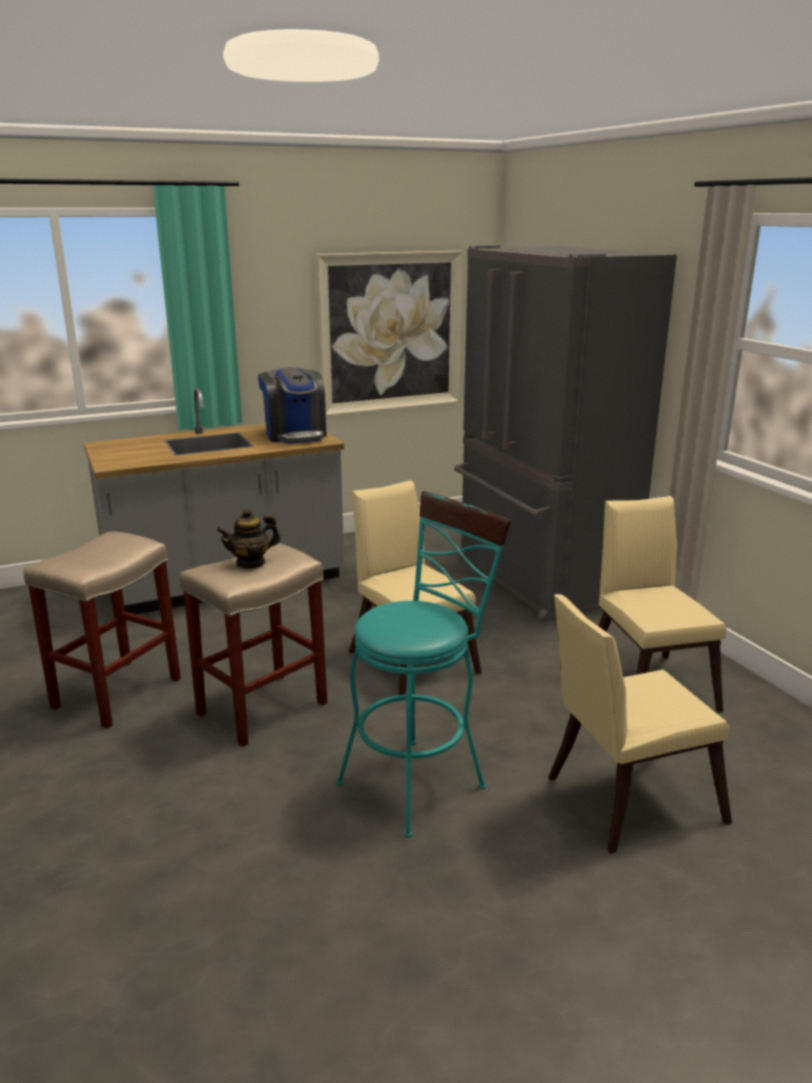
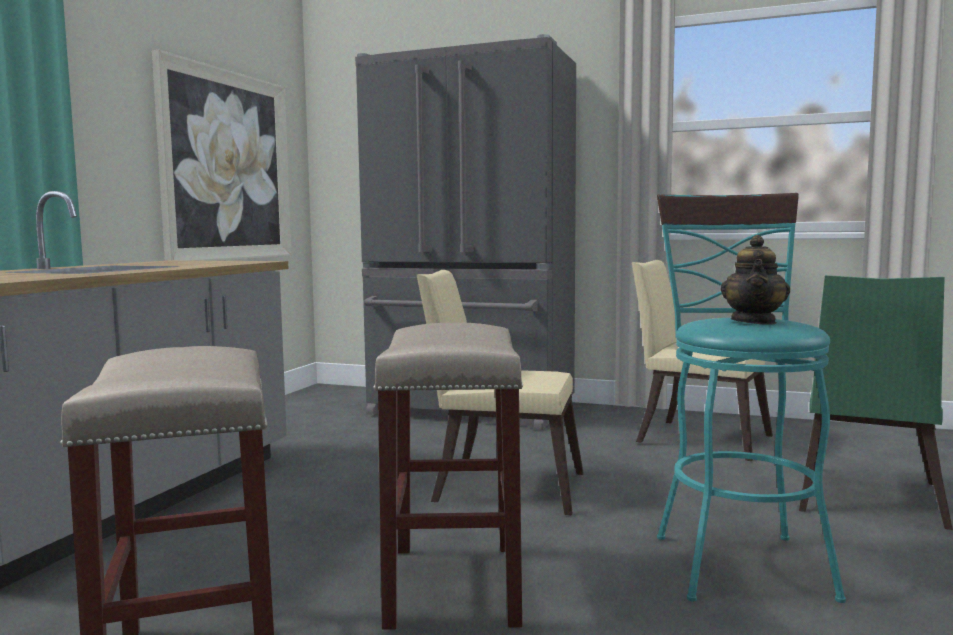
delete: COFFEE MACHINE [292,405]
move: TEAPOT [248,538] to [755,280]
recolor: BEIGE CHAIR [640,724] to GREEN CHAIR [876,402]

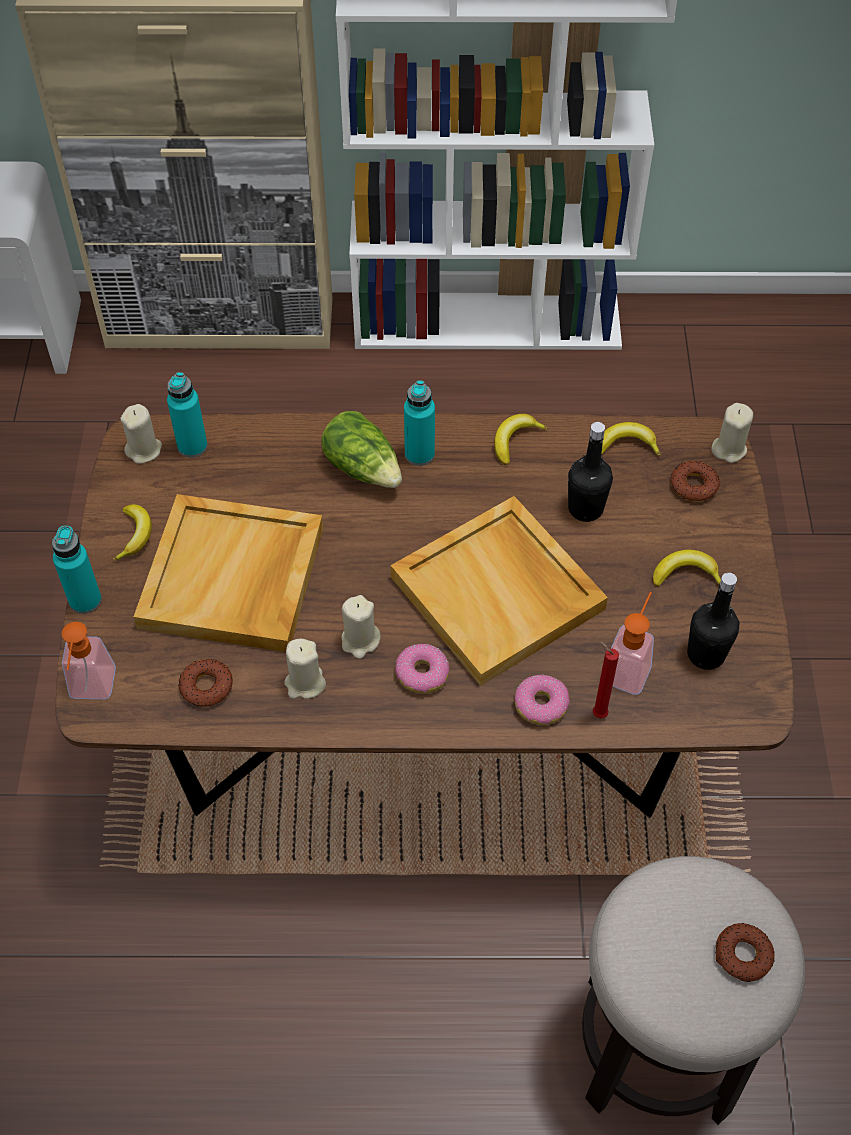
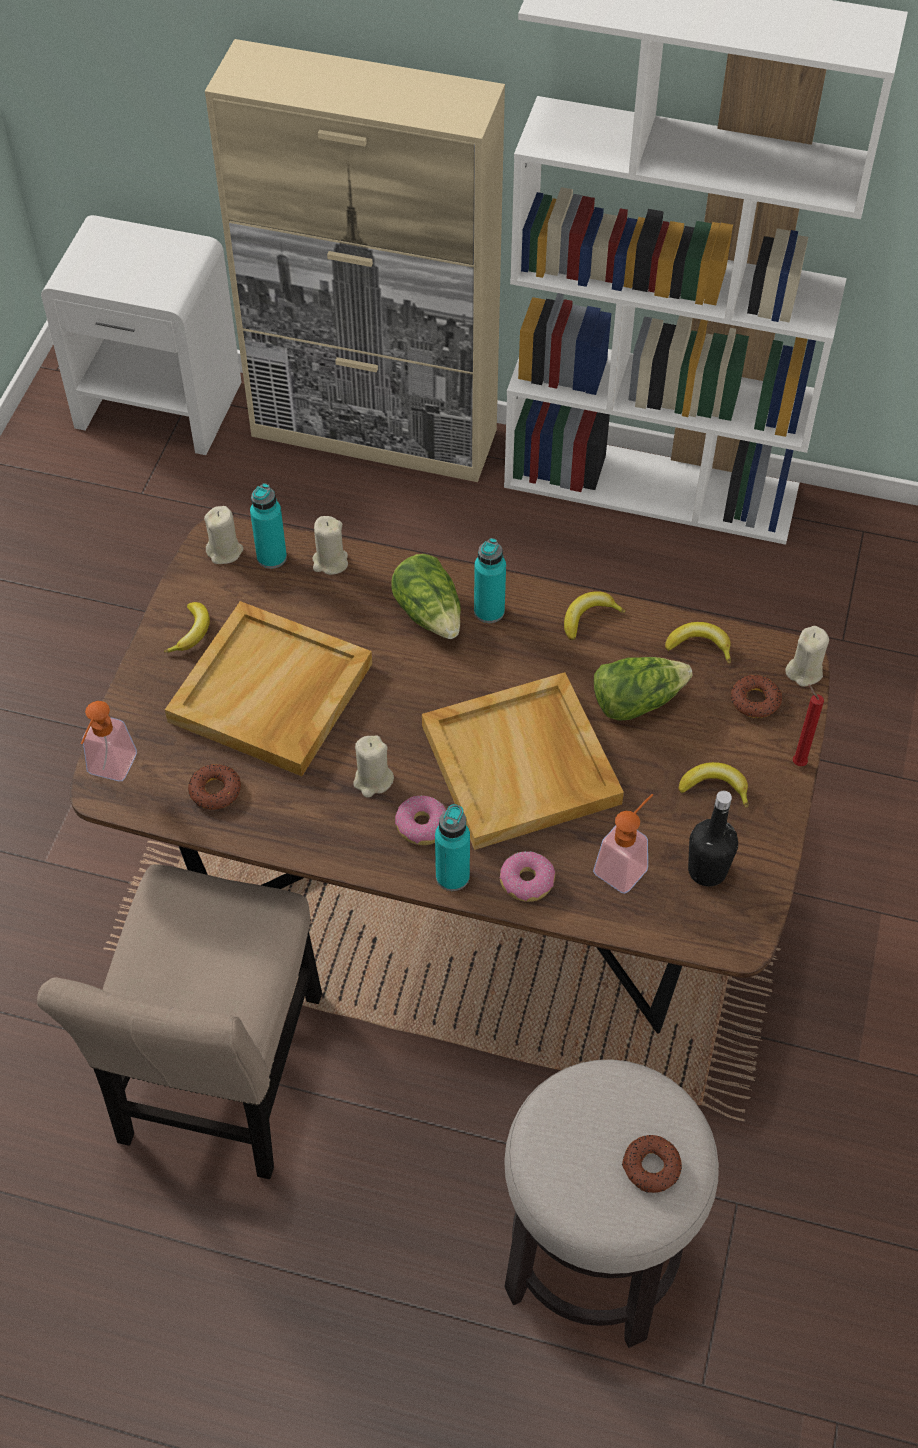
insert: BEIGE CHAIR [179,1021]
move: TURQUOISE BOTTLE [77,569] to [452,847]; BEIGE CANDLE [305,669] to [330,545]; RED CANDLE [605,679] to [808,725]
replace: BLACK BOTTLE [590,472] to LETTUCE [643,689]

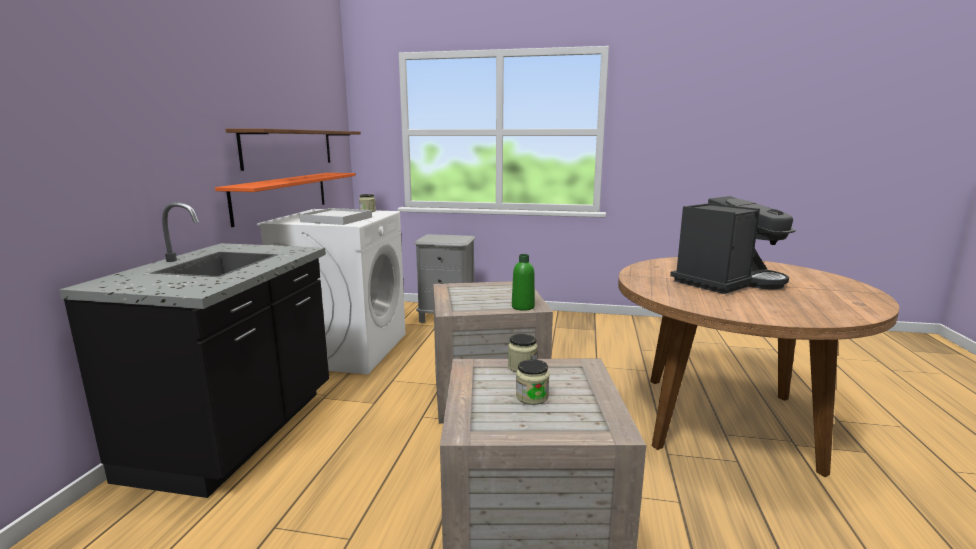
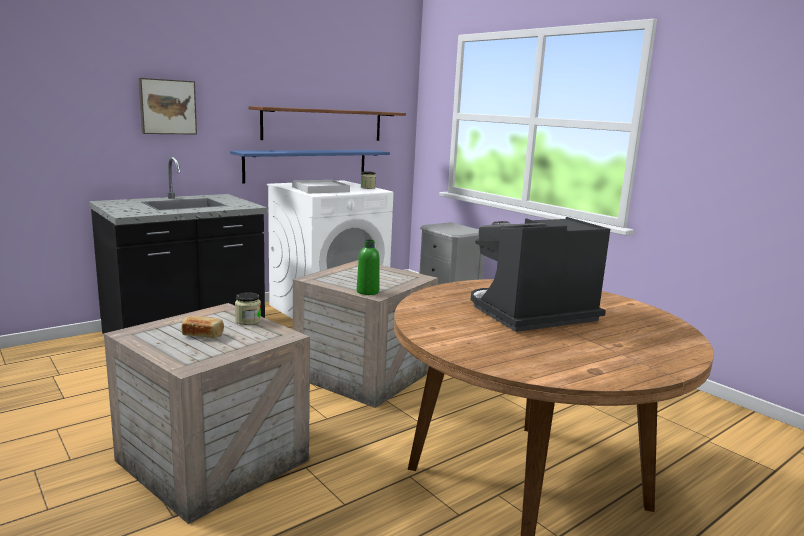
insert: PICTURE [167,106]
replace: JAR [532,382] to BREAD [203,327]
recolor: ORANGE SHELF [285,200] to BLUE SHELF [310,166]
rotate: COFFEE MACHINE [733,245] = [540,274] 150 degrees clockwise

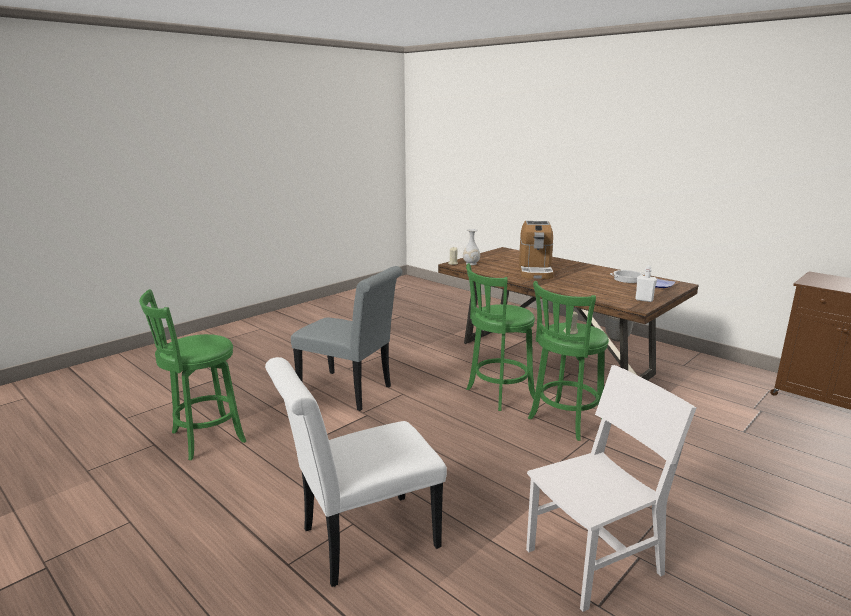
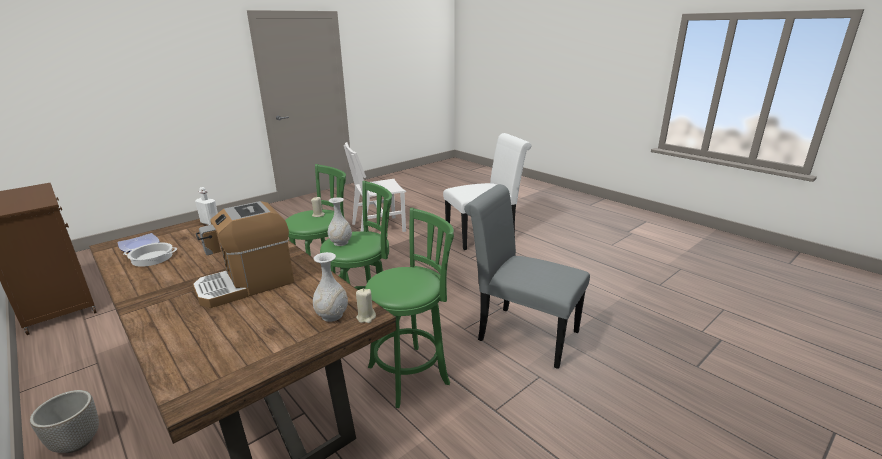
insert: WHITE VASE [340,221]
move: GREEN STOOL [192,374] to [409,308]
rotate: COFFEE MACHINE [536,250] = [243,254] 135 degrees counterclockwise

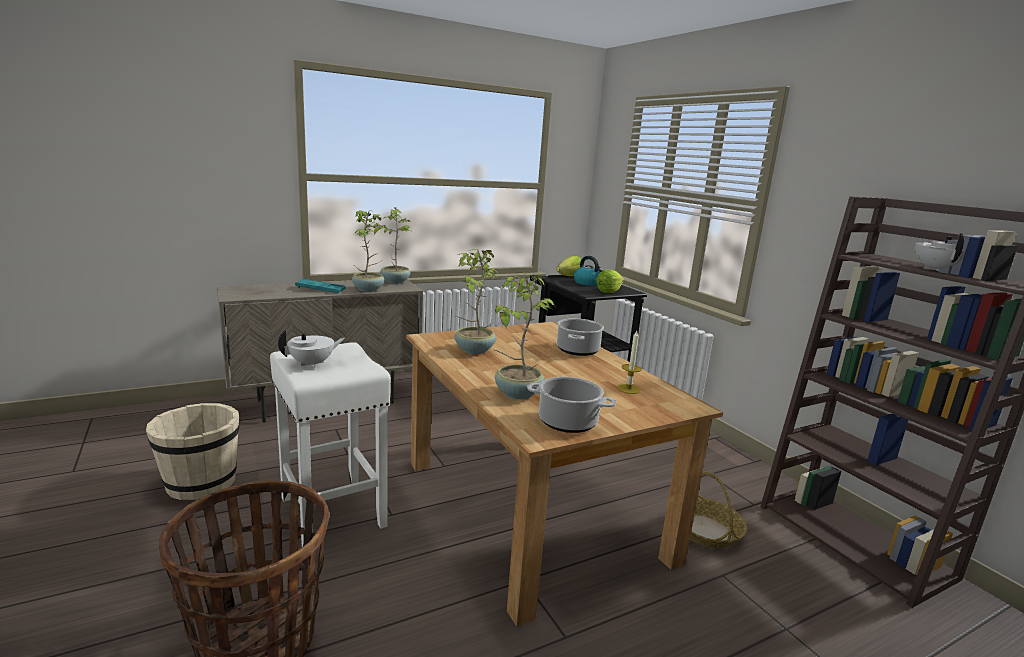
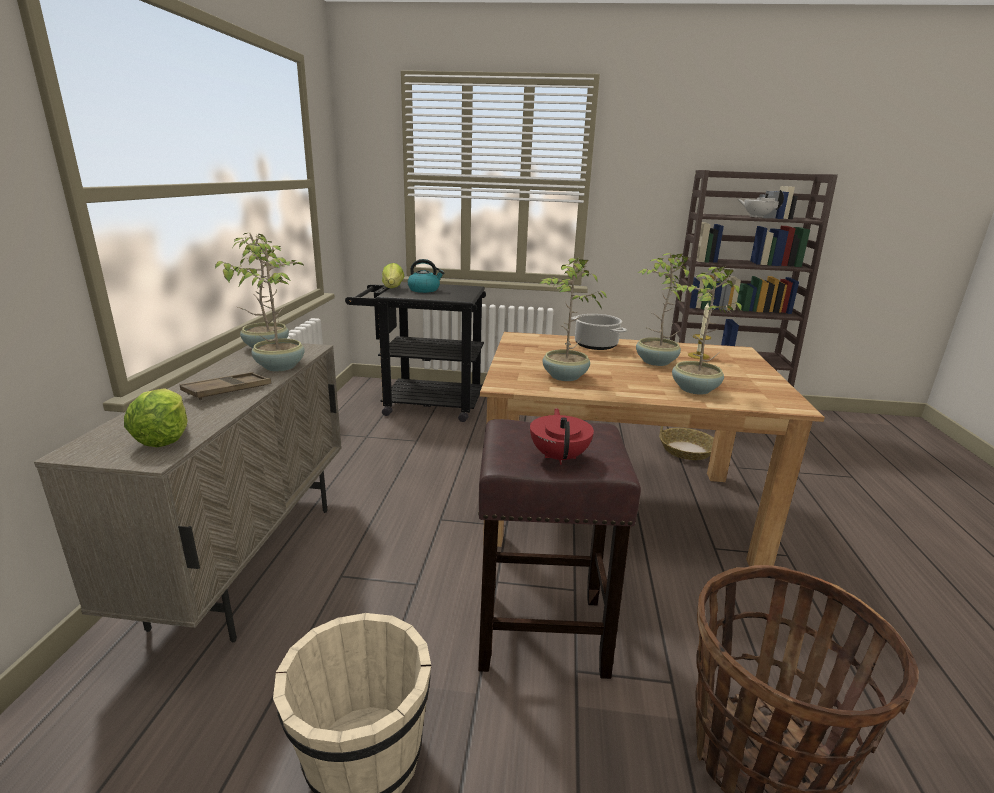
delete: COOKING POT [571,405]
insert: POTTED PLANT [662,309]
move: LETTUCE [610,281] to [156,417]
recolor: TURQUOISE TRAY [320,286] to BROWN TRAY [225,386]; WHITE TEAPOT [311,349] to RED TEAPOT [562,436]; WHITE STOOL [330,444] to BROWN STOOL [559,549]

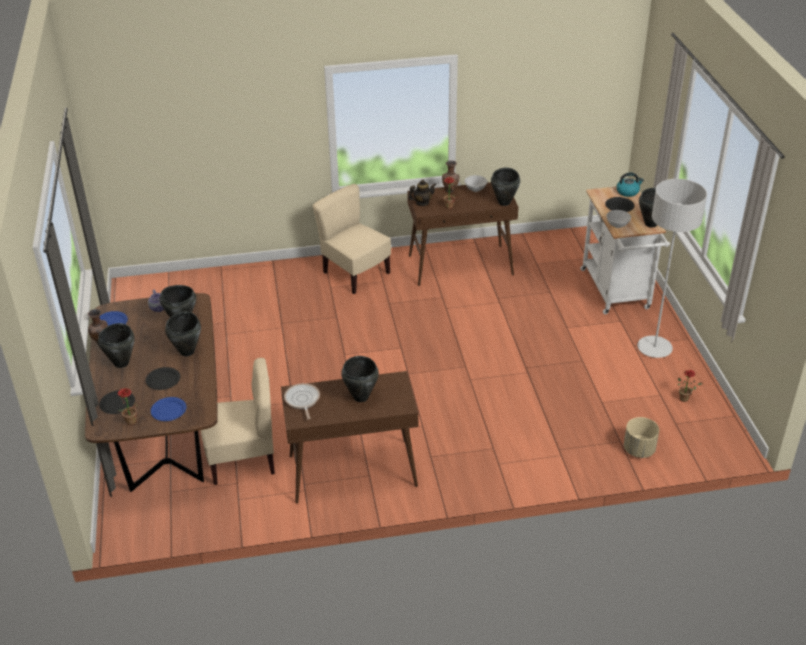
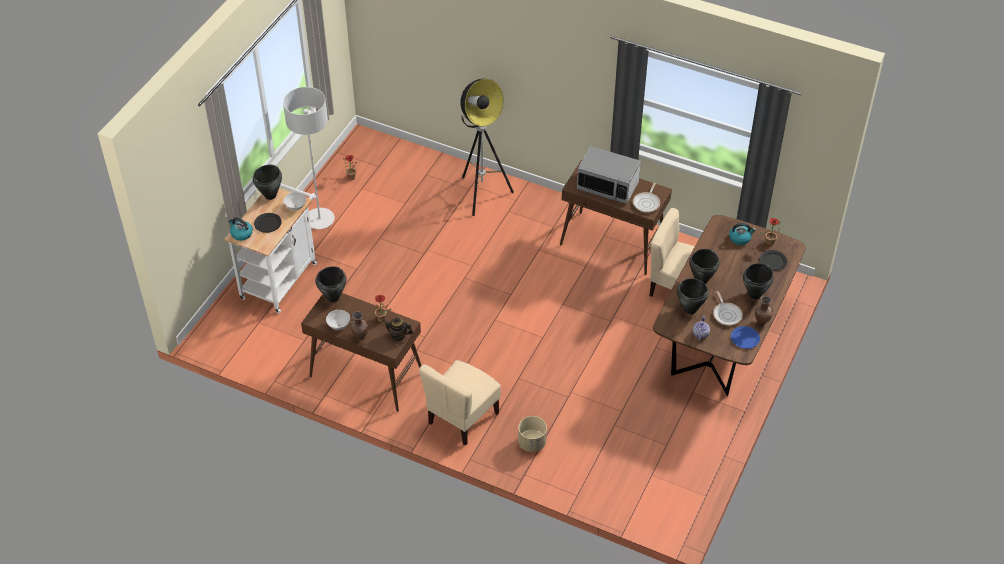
delete: BLACK PLATE [163,378]
insert: FLOOR LAMP [487,147]; FRYING PAN [728,308]
move: BEIGE PLANTER [641,437] to [532,434]
replace: BLACK COOKING POT [360,379] to MICROWAVE [609,175]; BLUE PLATE [168,409] to KETTLE [742,234]
rotate: BEIGE CHAIR [352,239] = [460,403] 45 degrees clockwise

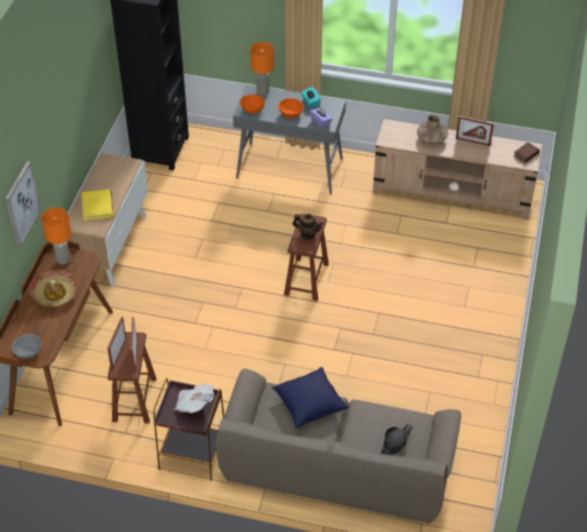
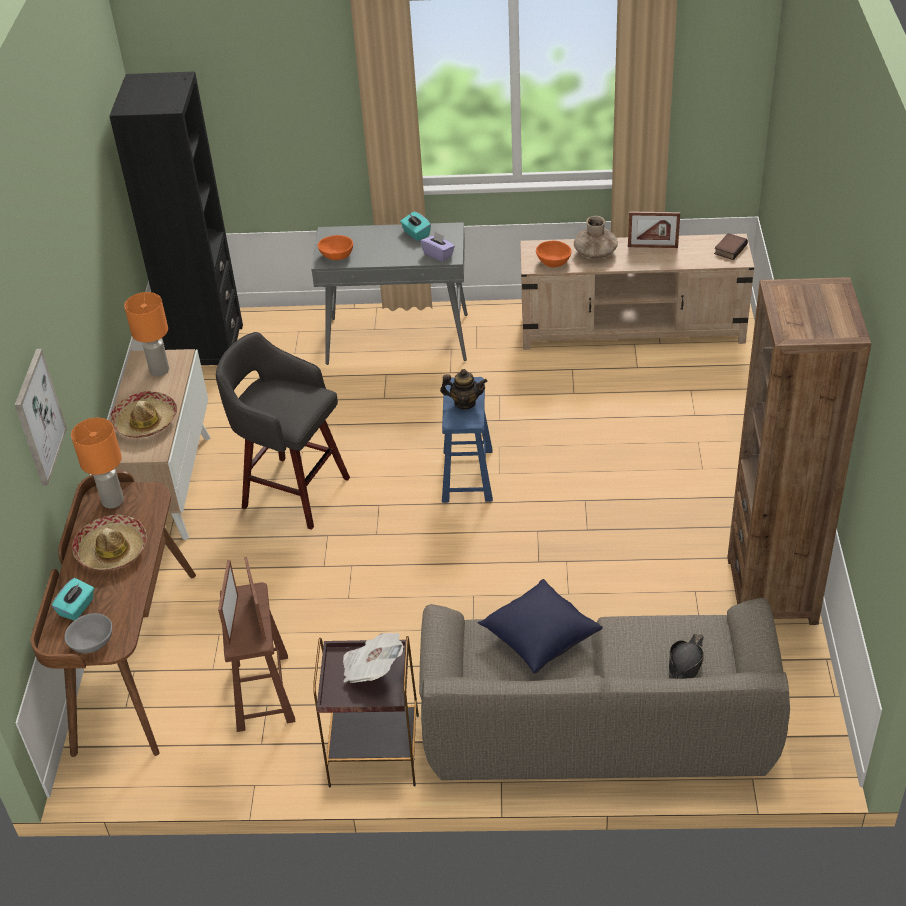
insert: BROWN BOOKCASE [799,451]; GREY STOOL [283,431]; TURQUOISE TISSUE BOX [73,599]
move: ORANGE TABLE LAMP [262,69] to [146,334]; ORANGE BOWL [291,108] to [554,253]
replace: YELLOW BOOK [98,205] to HAT [143,414]
recolor: BROWN STOOL [306,257] to BLUE STOOL [467,440]

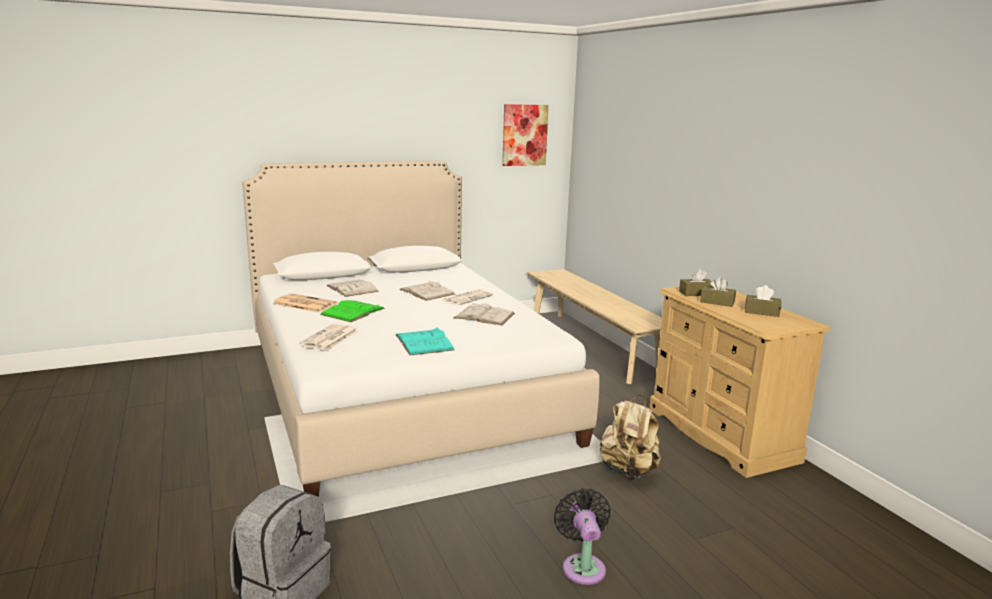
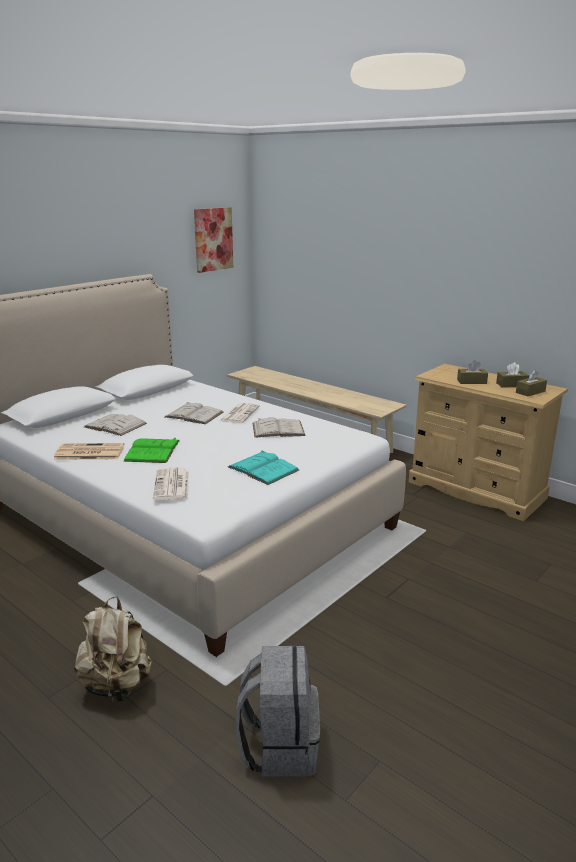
delete: BLACK FAN [582,536]
move: BROWN TISSUE BOX [695,282] to [531,383]; BEIGE BACKPACK [630,437] to [113,649]

